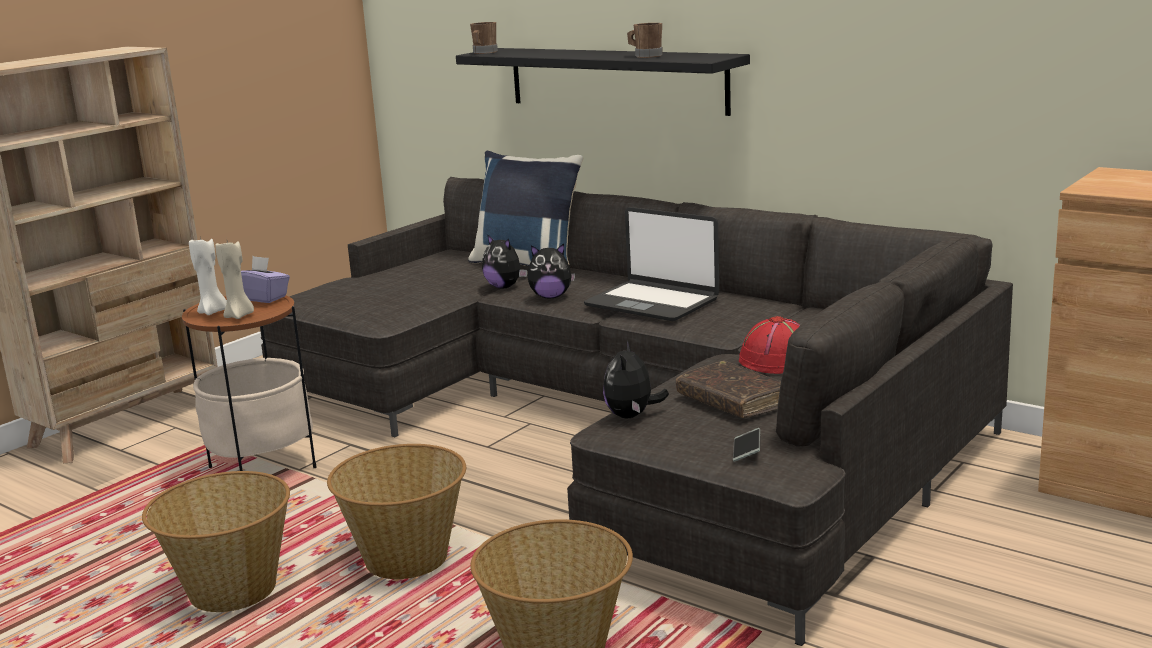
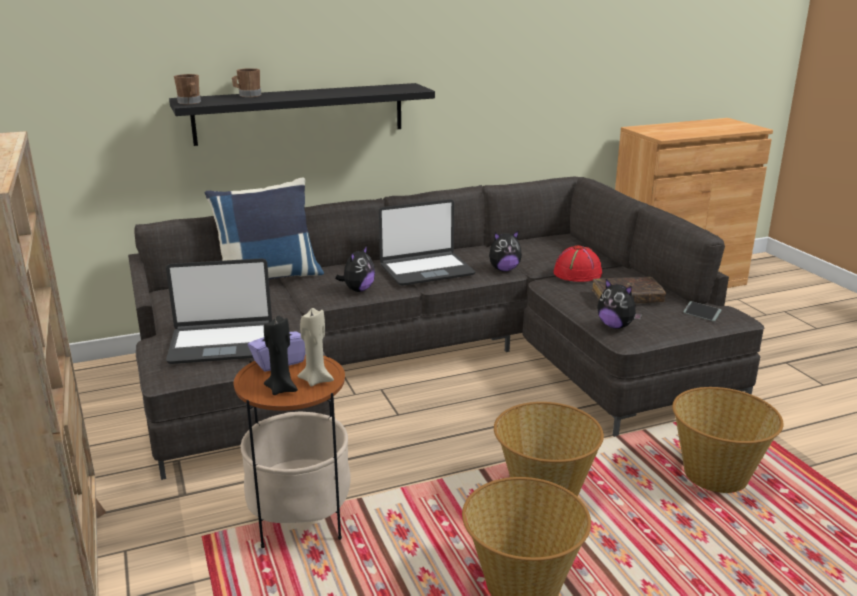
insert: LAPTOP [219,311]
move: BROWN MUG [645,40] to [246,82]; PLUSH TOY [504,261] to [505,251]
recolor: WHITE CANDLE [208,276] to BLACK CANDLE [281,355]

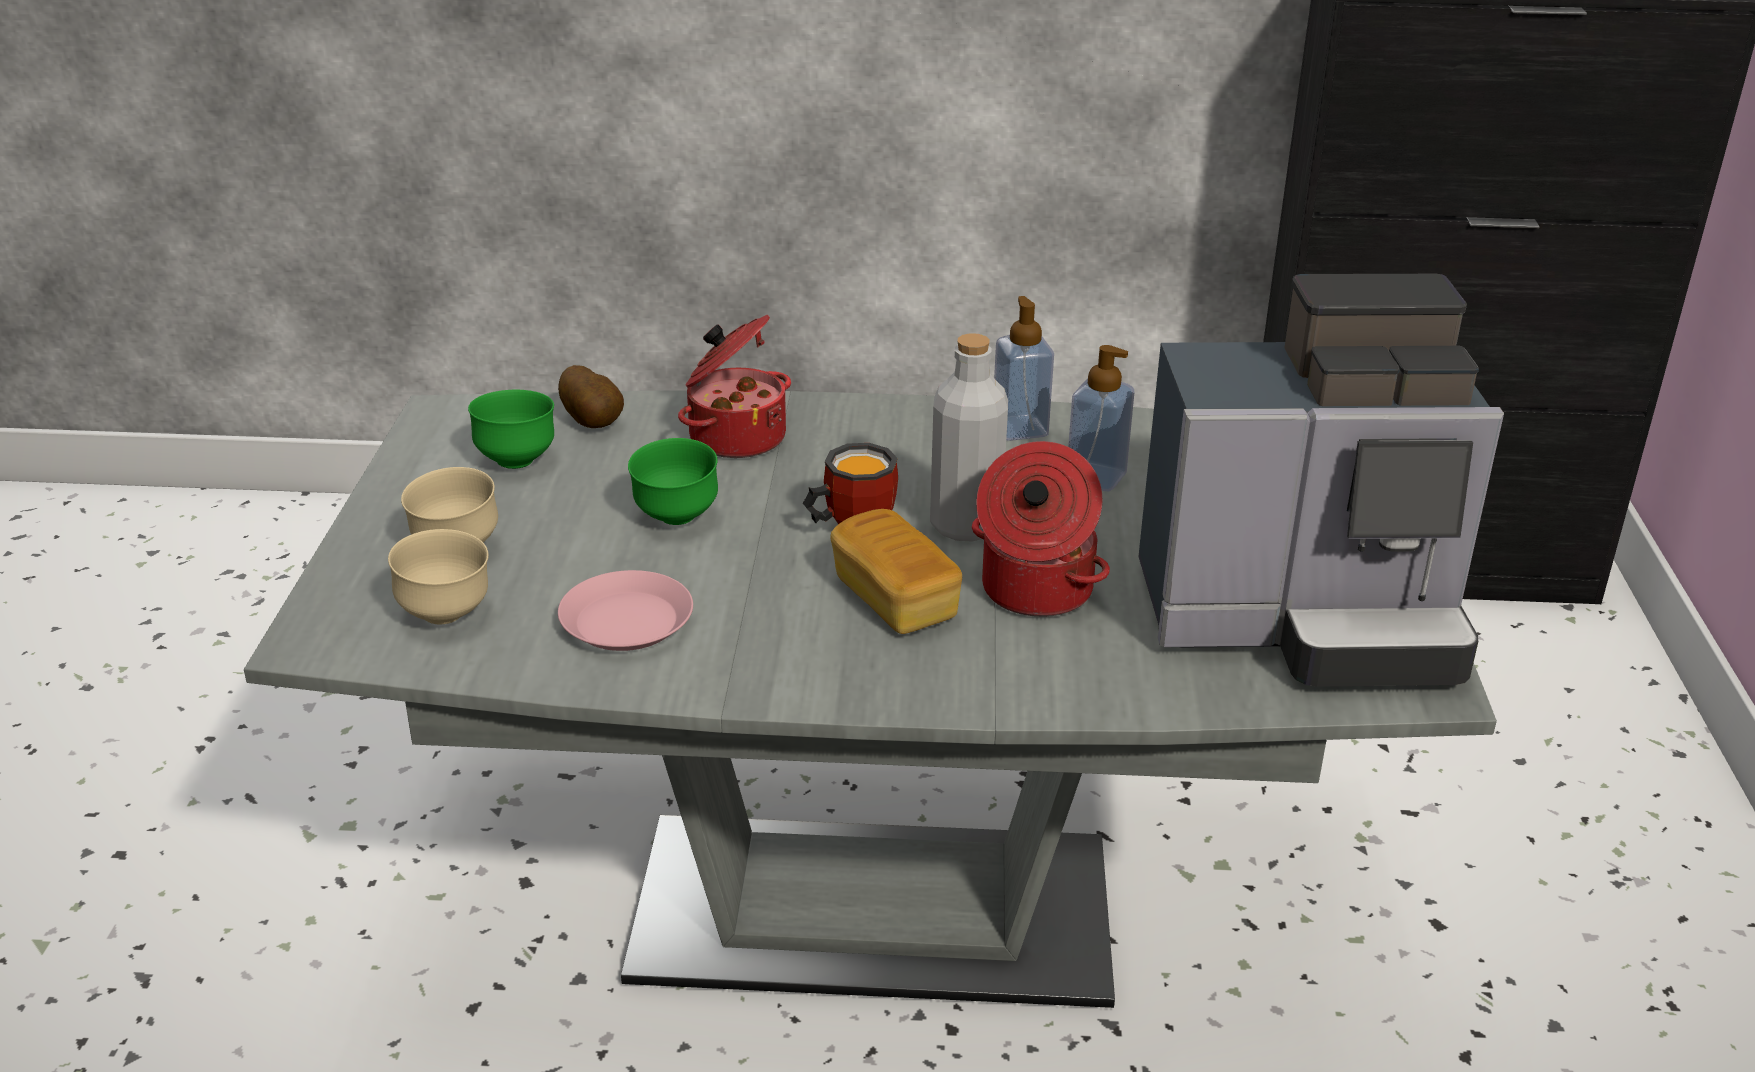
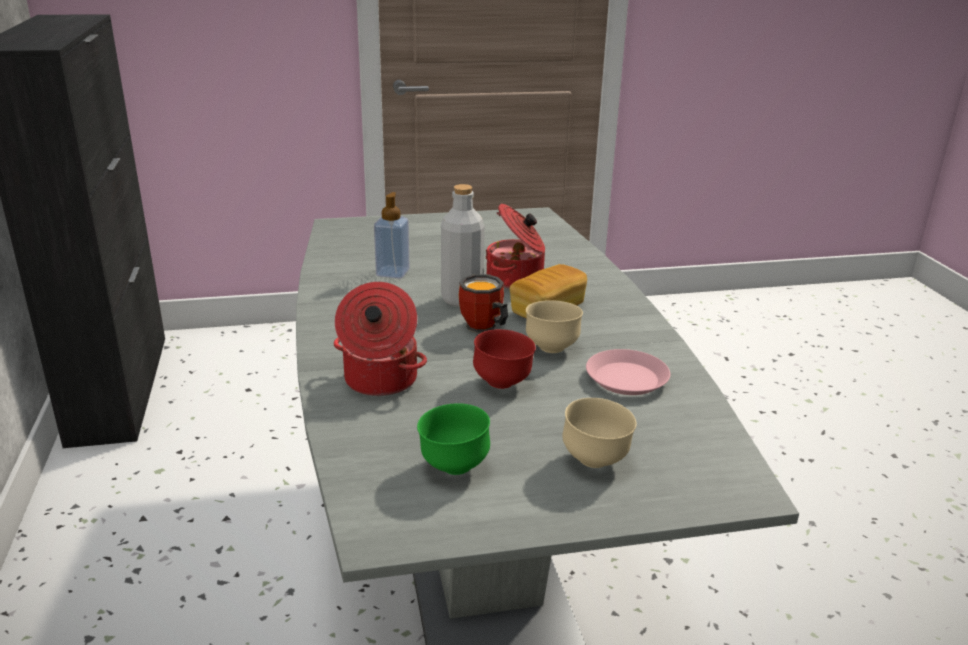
delete: COFFEE MACHINE [1321,480]; SOAP DISPENSER [1024,368]; POTATO [591,396]
move: BEIGE BOWL [438,576] to [554,326]
recolor: GREEN BOWL [673,481] to RED BOWL [504,359]

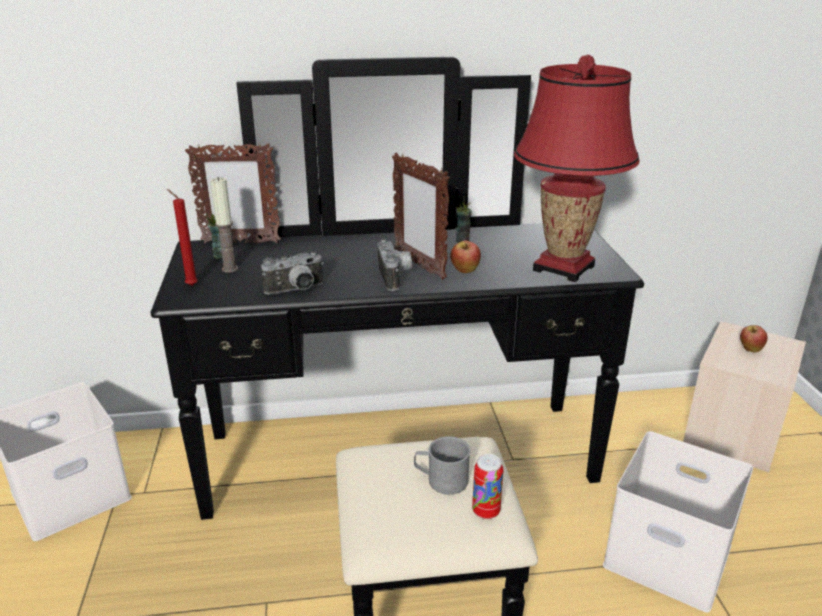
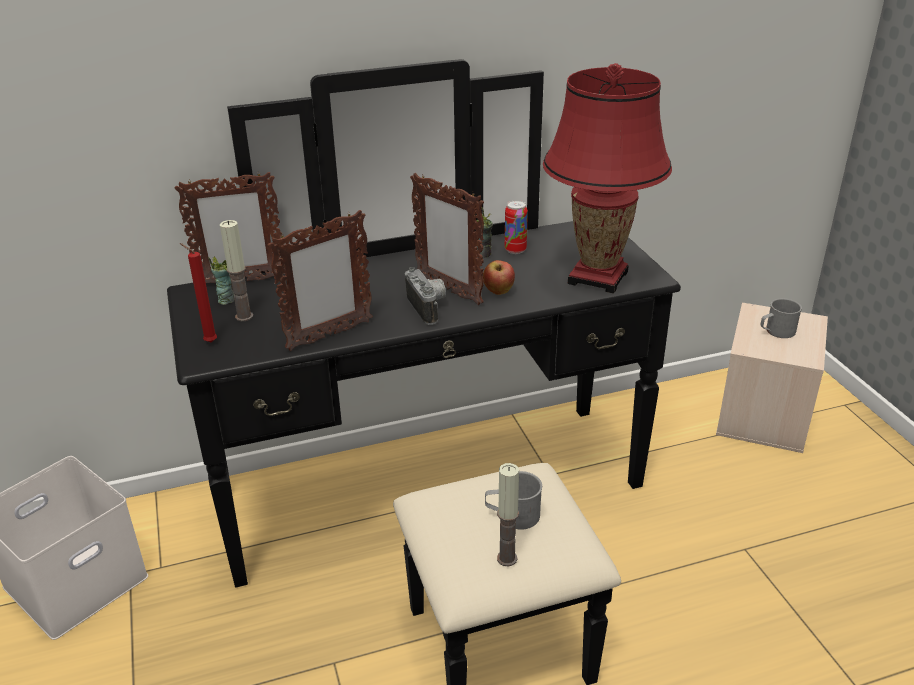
delete: WHITE STORAGE BOX [678,521]
insert: CANDLE [508,514]
move: CAN [487,486] to [516,227]
replace: PHOTO CAMERA [292,273] to PICTURE FRAME [320,280]; APPLE [754,339] to GREY MUG [781,318]

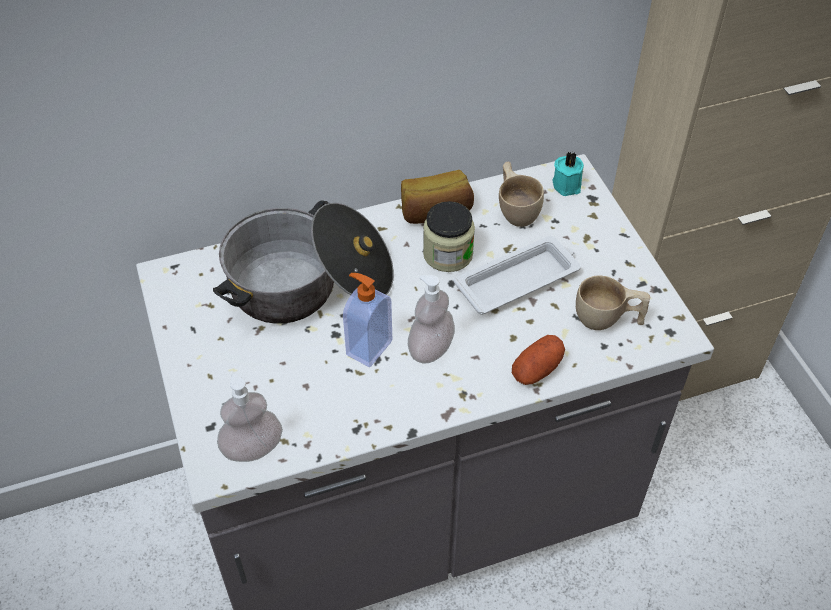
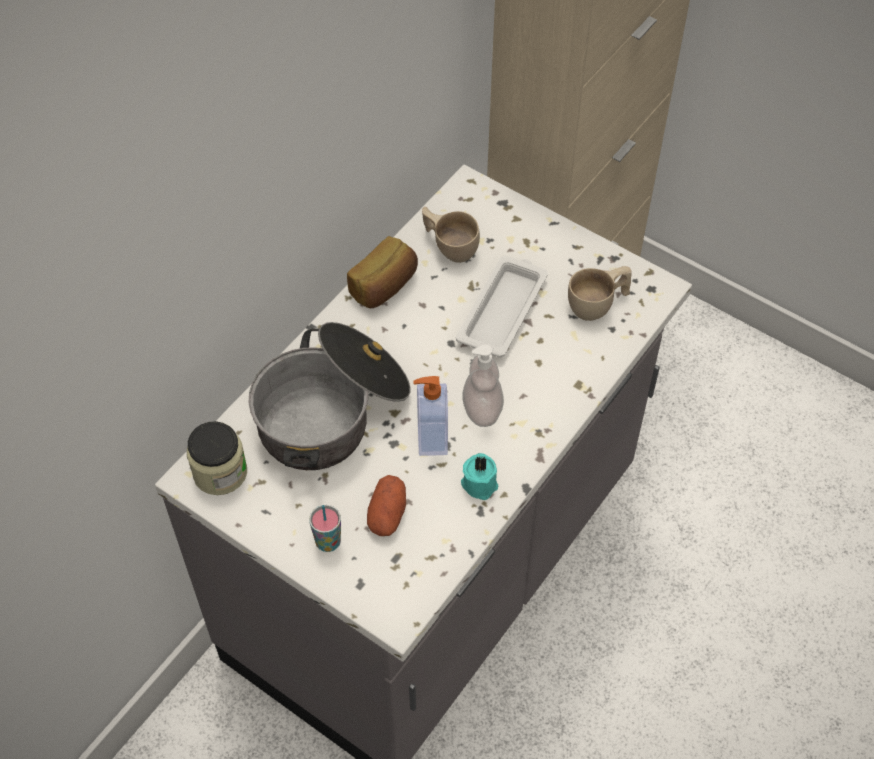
delete: SOAP DISPENSER [250,417]
insert: CUP [325,528]
move: TURQUOISE CANDLE [568,174] to [479,476]; JAR [449,236] to [217,458]; POTATO [538,360] to [386,505]

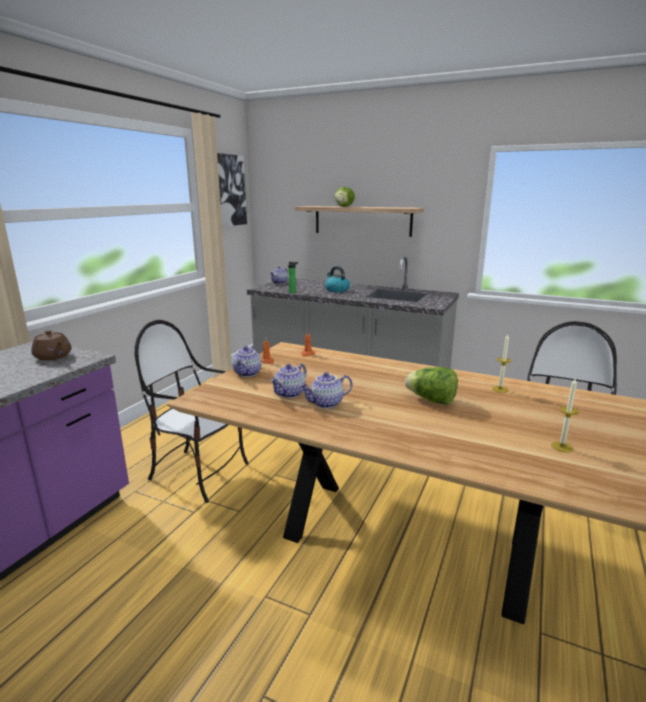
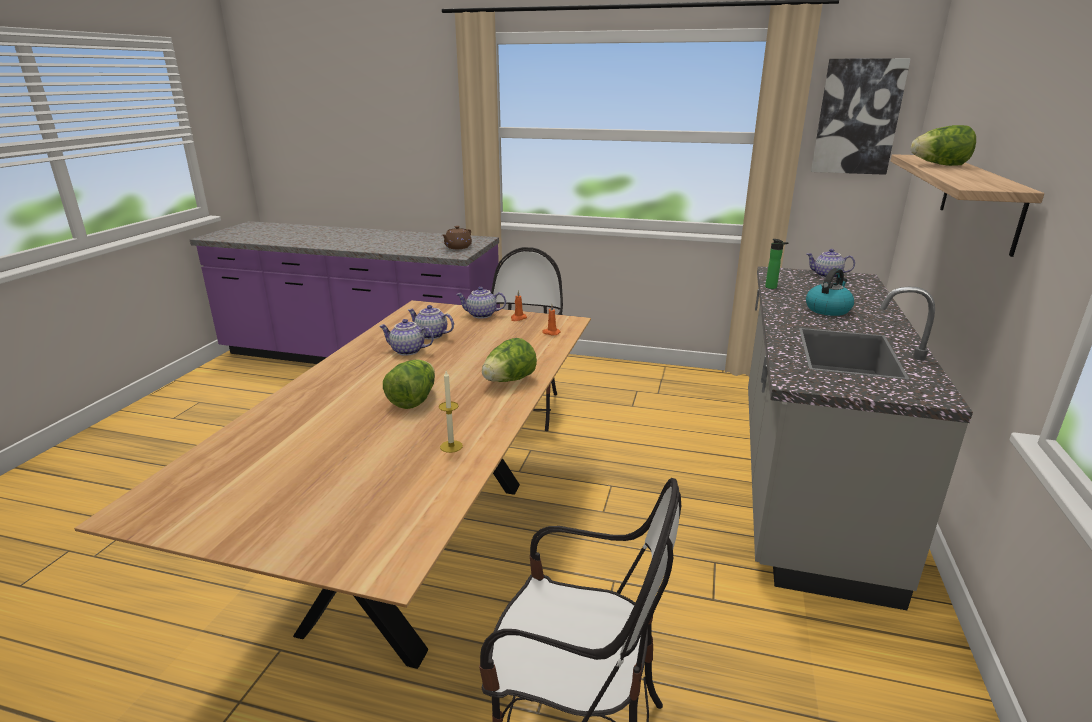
delete: CANDLE [565,415]
insert: LETTUCE [509,360]
rotate: TEAPOT [325,390] = [406,337] 45 degrees counterclockwise

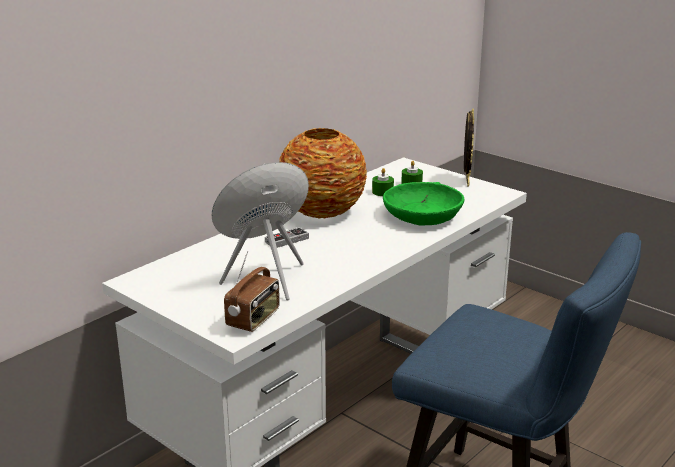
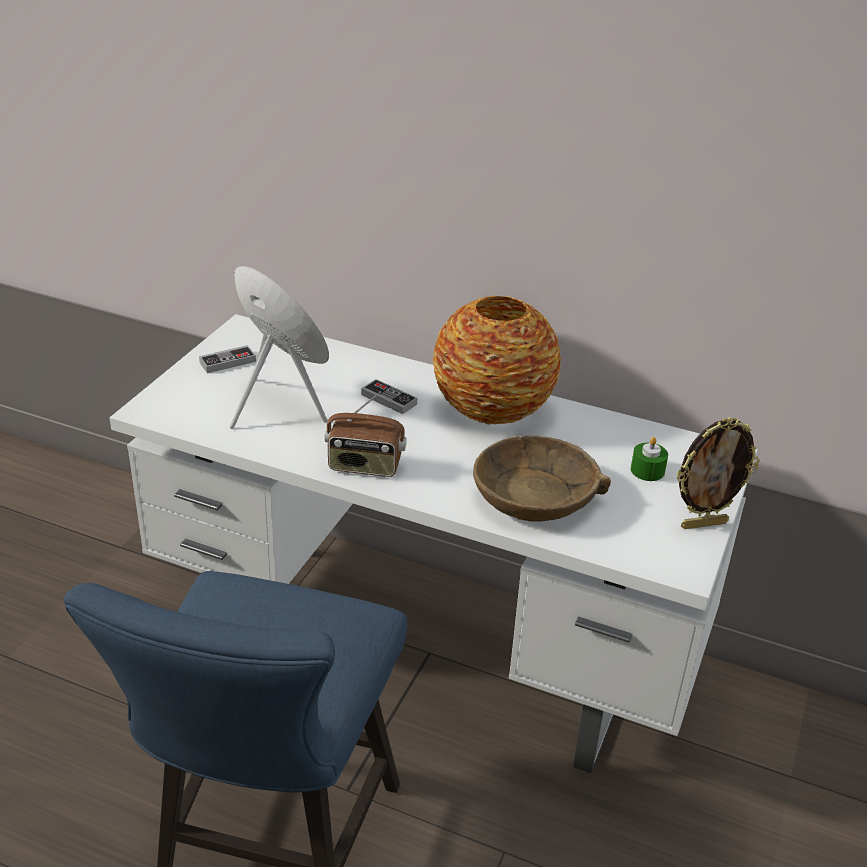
delete: GREEN CANDLE [383,182]
insert: GAME CONTROLLER [227,359]
move: RADIO [252,291] to [365,434]
recolor: GREEN BOWL [423,203] to BROWN BOWL [542,478]

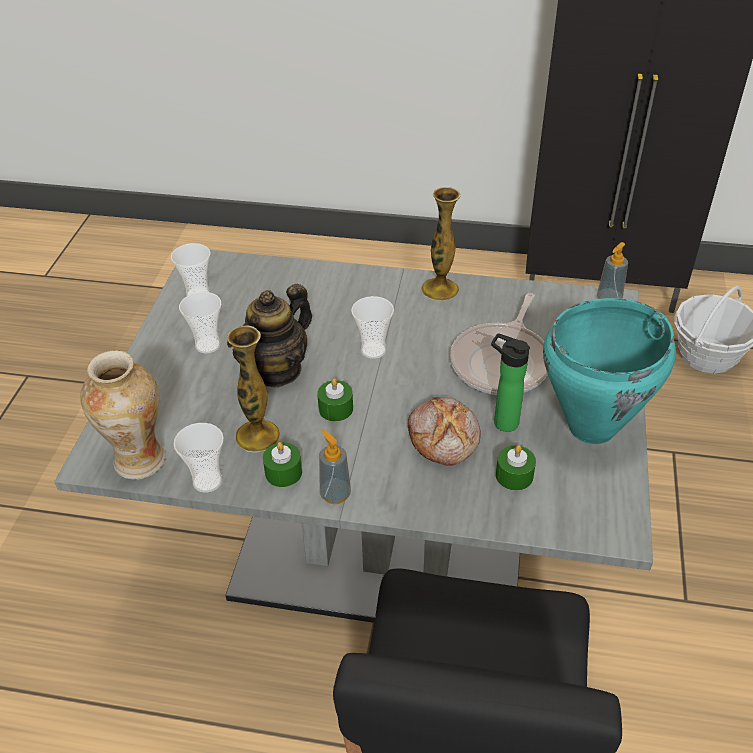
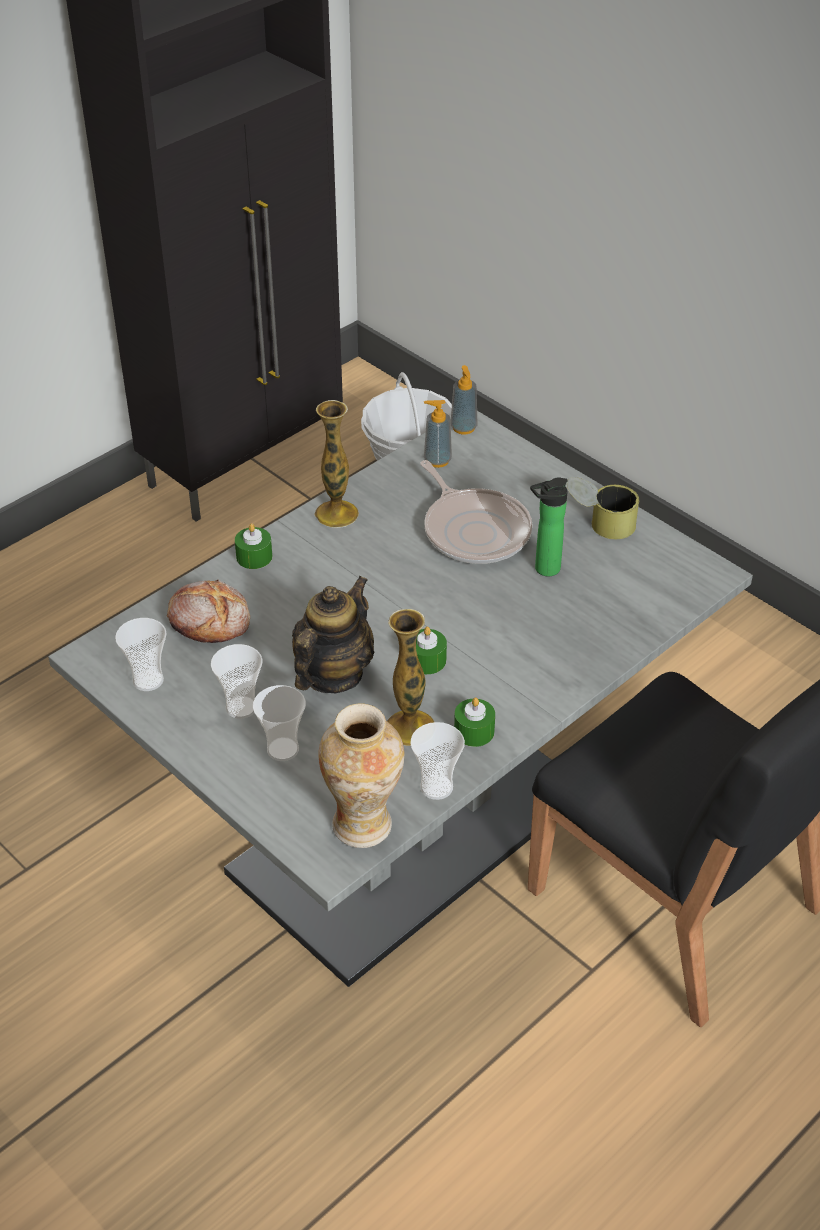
move: CUP [372,327] to [279,723]; BREAD [444,431] to [208,611]; SOAP DISPENSER [335,466] to [438,434]; GREEN CANDLE [516,468] to [253,546]
replace: TURQUOISE COOKING POT [609,371] to CAN [603,508]
rotate: TEAPOT [269,336] = [333,634] 135 degrees counterclockwise

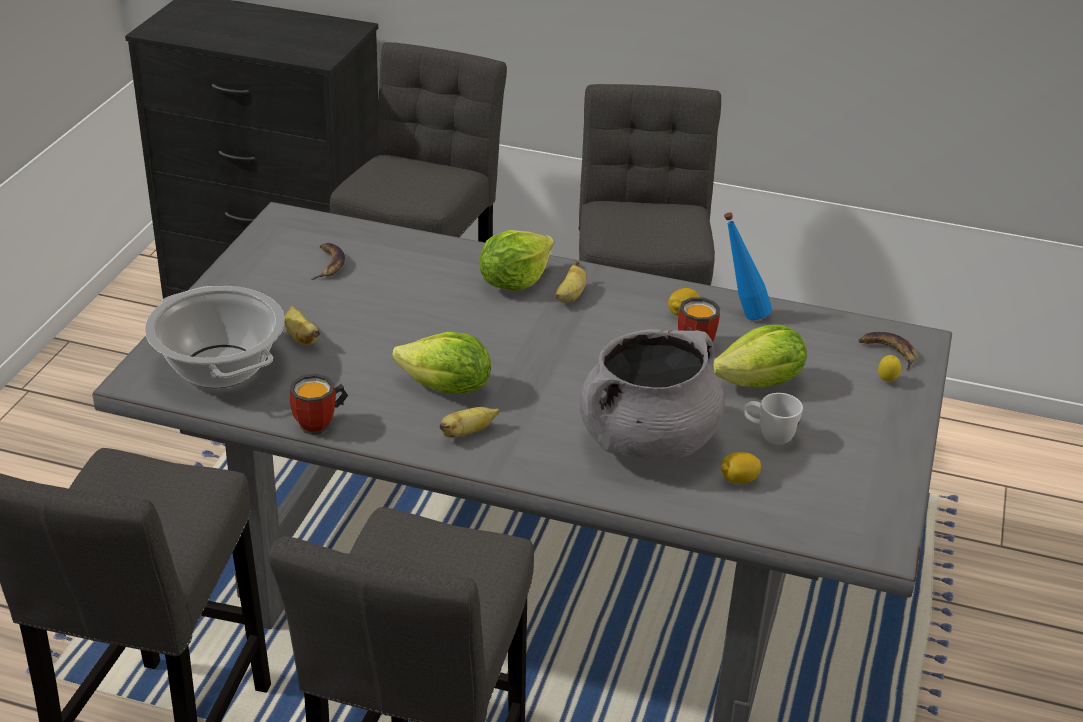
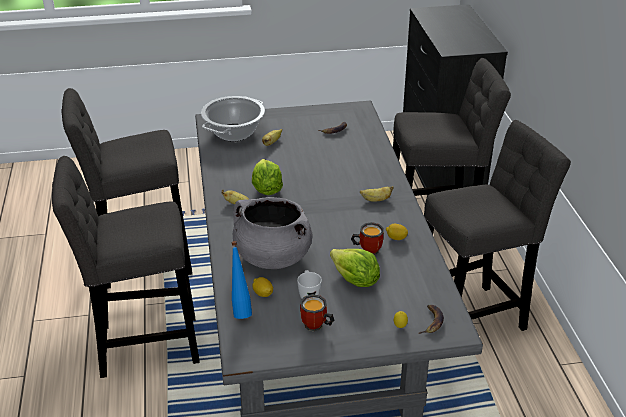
delete: LETTUCE [516,260]
move: BLUE BOTTLE [748,266] to [241,280]; MUG [319,404] to [317,312]

